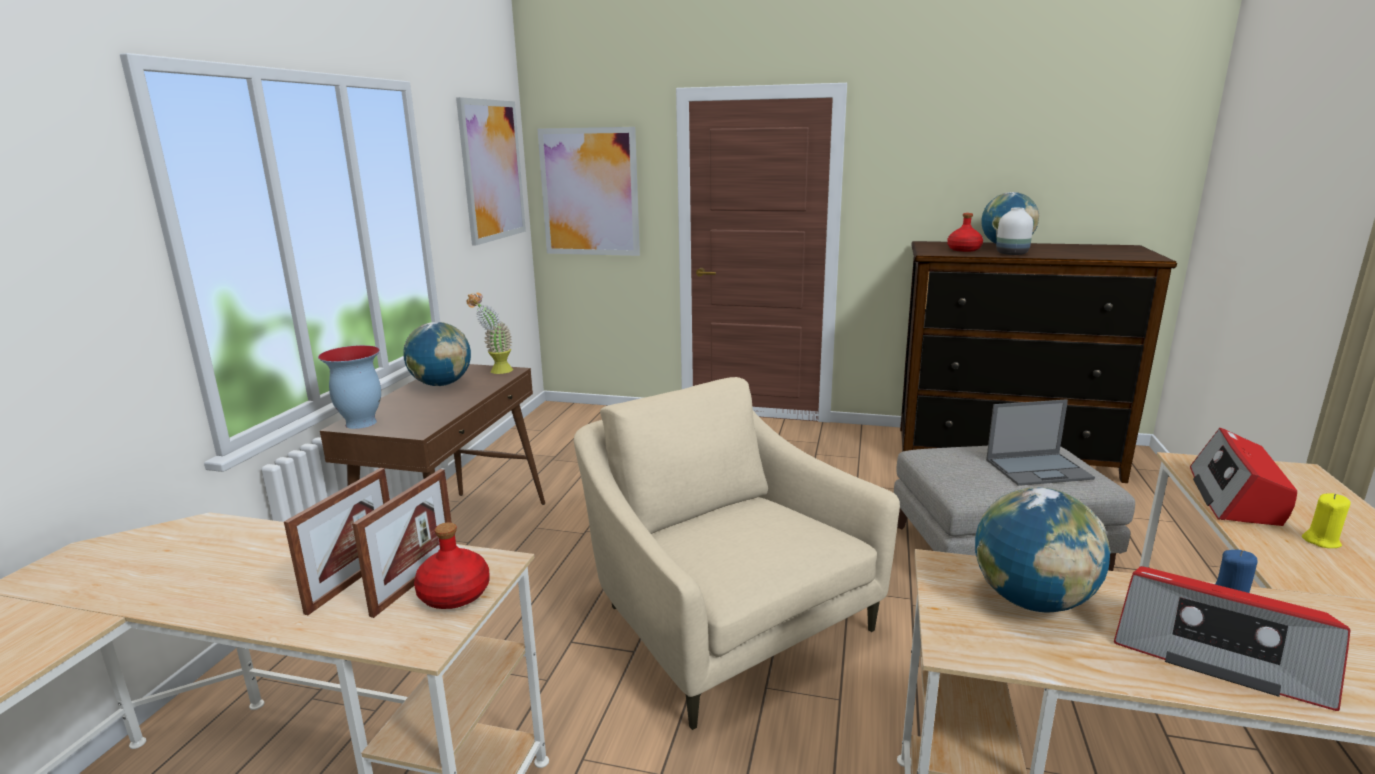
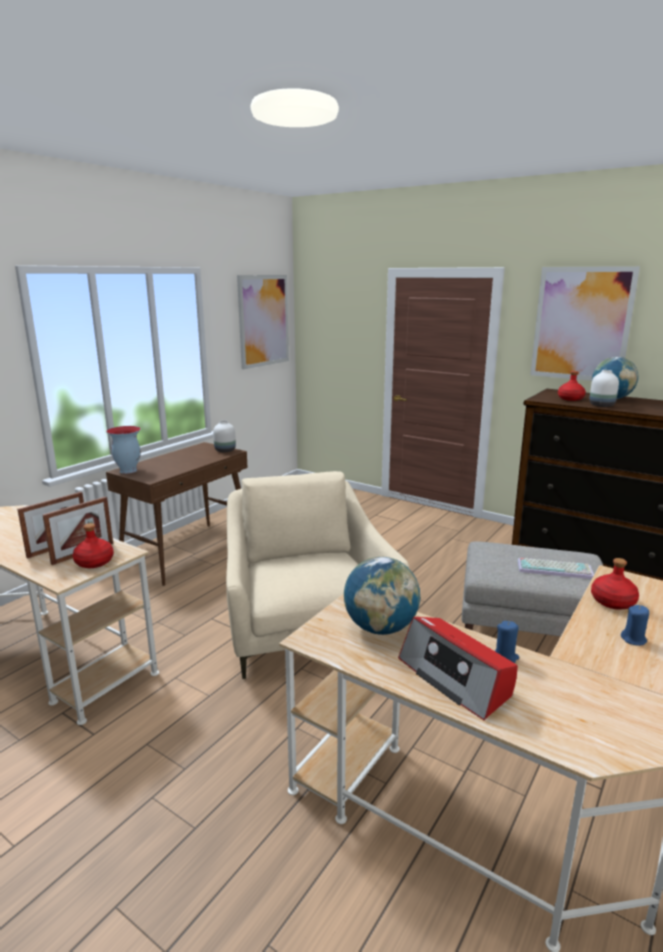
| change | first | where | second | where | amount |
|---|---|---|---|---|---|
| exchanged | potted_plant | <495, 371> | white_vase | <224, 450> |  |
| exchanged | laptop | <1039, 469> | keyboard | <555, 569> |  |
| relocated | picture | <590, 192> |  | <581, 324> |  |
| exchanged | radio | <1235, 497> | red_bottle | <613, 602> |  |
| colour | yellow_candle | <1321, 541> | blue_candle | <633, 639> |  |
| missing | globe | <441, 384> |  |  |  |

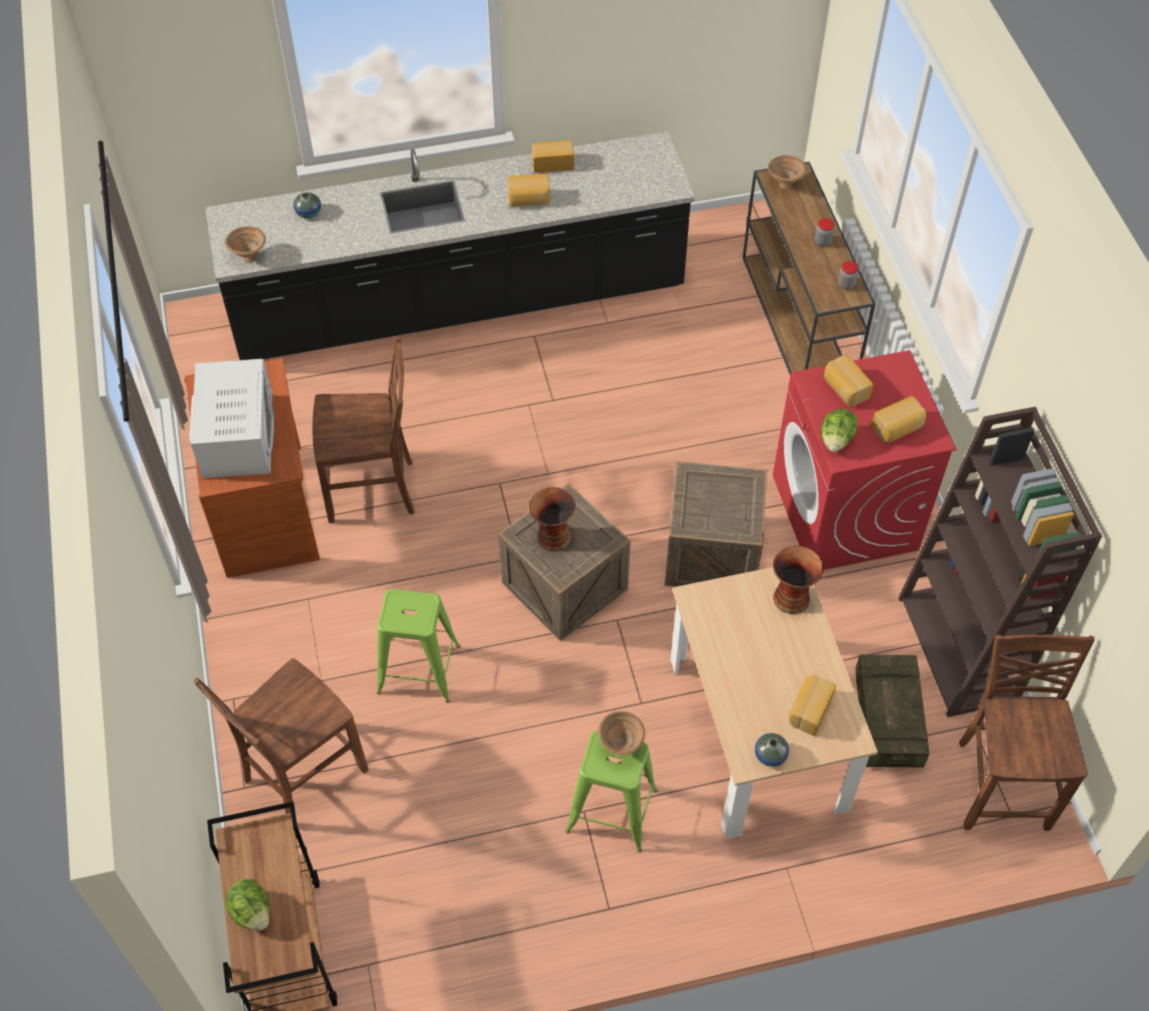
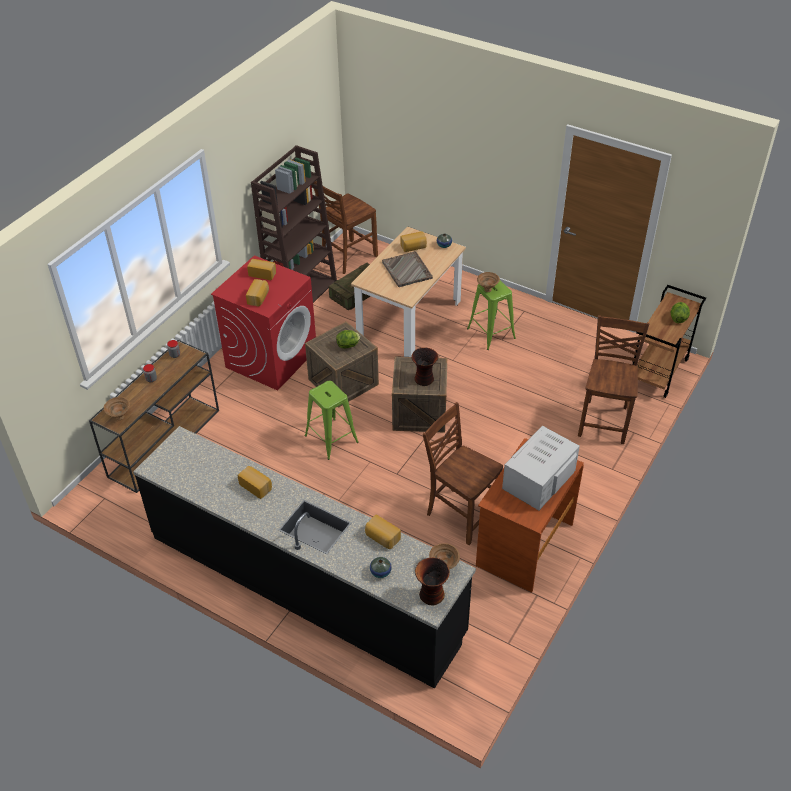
| change | first | where | second | where | amount |
|---|---|---|---|---|---|
| relocated | green_stool | <418, 669> |  | <331, 439> |  |
| relocated | lettuce | <836, 440> |  | <348, 345> |  |
| relocated | bread | <552, 163> |  | <382, 538> |  |
| appeared |  |  | grey_tray | <407, 270> |  |
| relocated | vase | <790, 597> |  | <431, 595> |  |
| spun | brown_chair | <302, 775> |  | <604, 421> | 75 degrees counterclockwise |

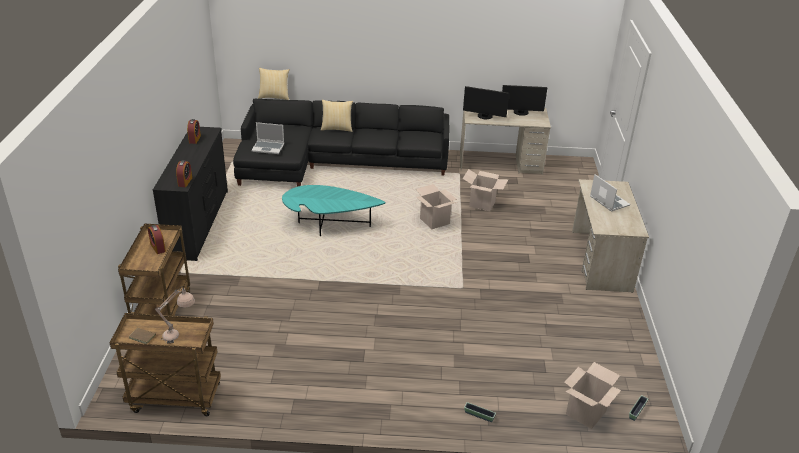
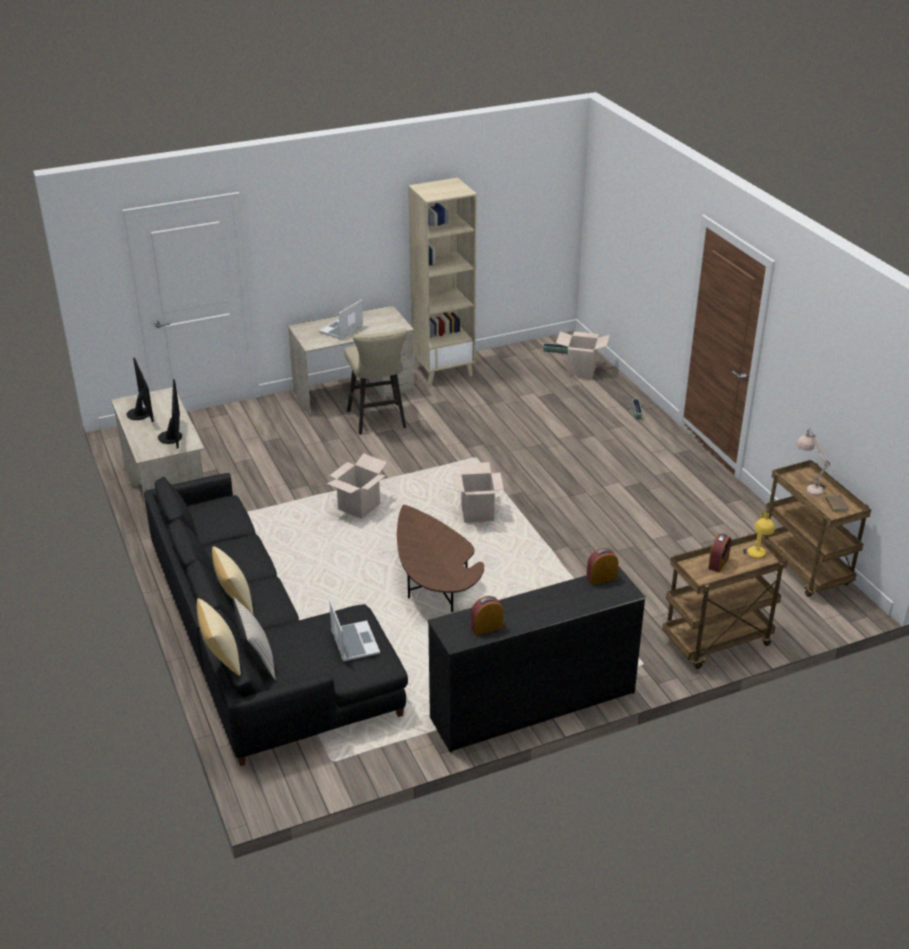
| change | first | where | second | where | amount |
|---|---|---|---|---|---|
| appeared |  |  | beige_pillow | <257, 661> |  |
| appeared |  |  | beige_stool | <378, 421> |  |
| colour | turquoise_coffee_table | <328, 224> | brown_coffee_table | <434, 586> |  |
| appeared |  |  | beige_bookcase | <443, 371> |  |
| relocated | cardboard_box | <482, 204> |  | <477, 513> |  |
| appeared |  |  | yellow_table_lamp | <756, 559> |  |

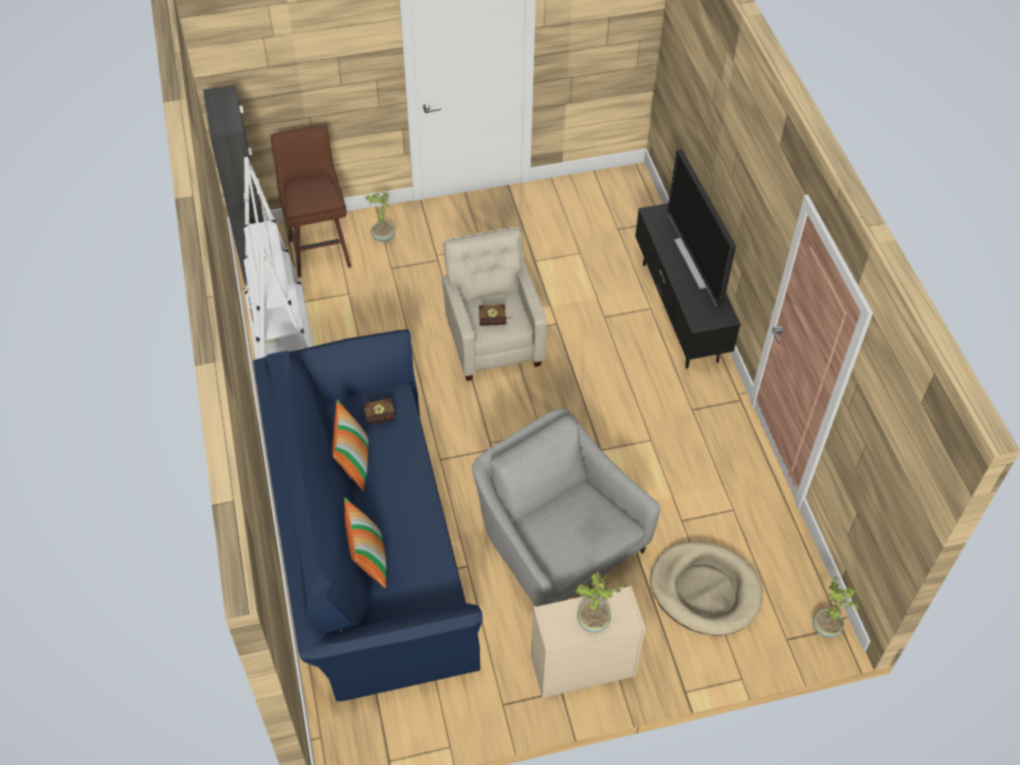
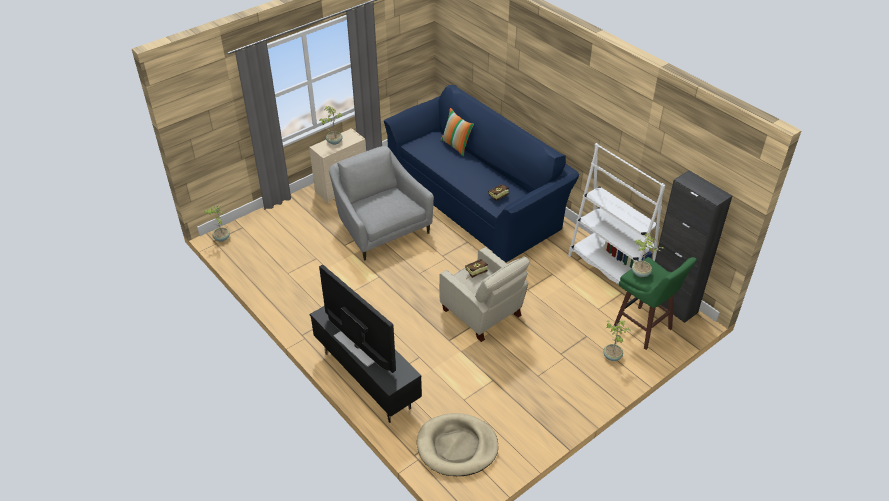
| change | first | where | second | where | amount |
|---|---|---|---|---|---|
| spun | grey_armchair | <557, 543> |  | <380, 227> | 150 degrees counterclockwise |
| relocated | beige_dog_bed | <705, 590> |  | <457, 447> |  |
| colour | brown_stool | <320, 251> | green_stool | <643, 329> |  |
| appeared |  |  | potted_plant | <641, 273> |  |
| missing | pillow | <353, 463> |  |  |  |

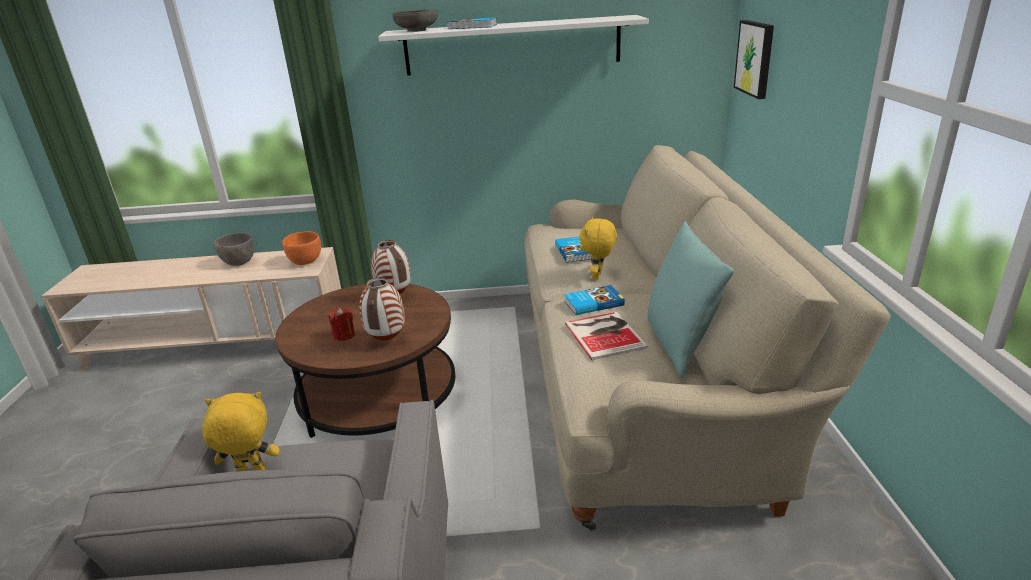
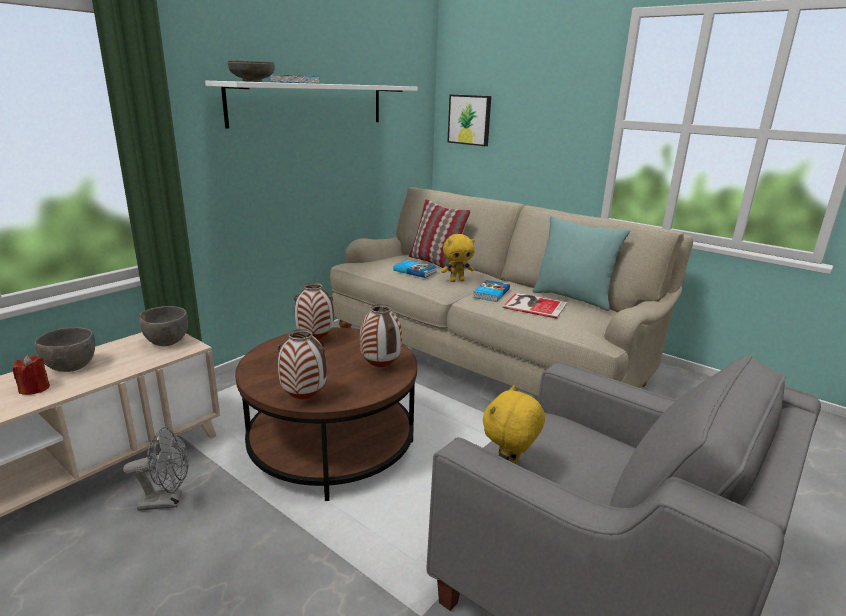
| change | first | where | second | where | amount |
|---|---|---|---|---|---|
| relocated | red_candle | <344, 335> |  | <35, 389> |  |
| appeared |  |  | grey_fan | <167, 501> |  |
| colour | orange_bowl | <305, 261> | grey_bowl | <167, 342> |  |
| appeared |  |  | vase | <305, 398> |  |
| appeared |  |  | pillow | <435, 262> |  |
| spun | yellow_plush_toy | <598, 276> |  | <457, 281> | 75 degrees counterclockwise |

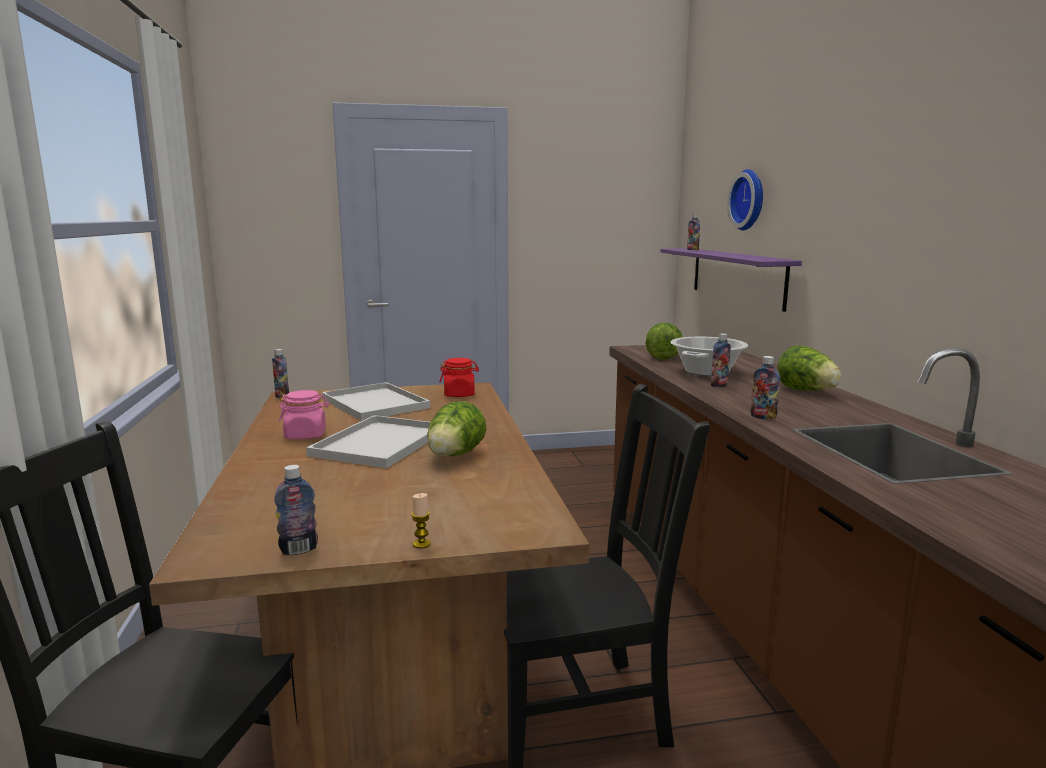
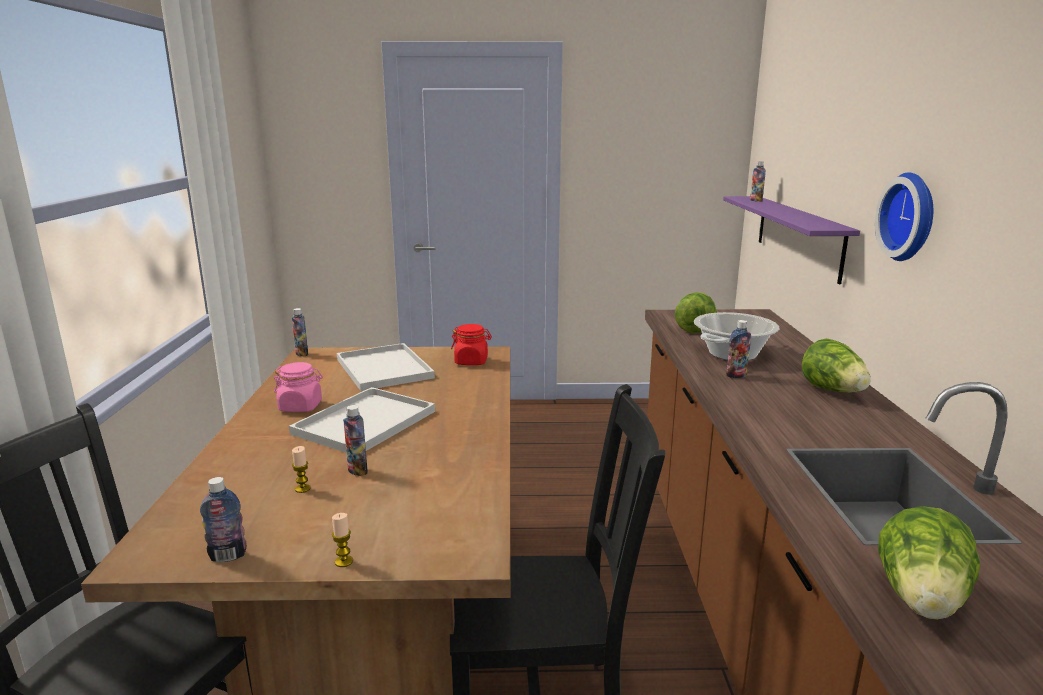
| change | first | where | second | where | amount |
|---|---|---|---|---|---|
| appeared |  |  | candle | <303, 489> |  |
| relocated | bottle | <763, 417> |  | <357, 470> |  |
| relocated | wall_clock | <750, 200> |  | <911, 217> |  |
| relocated | lettuce | <455, 456> |  | <921, 600> |  |

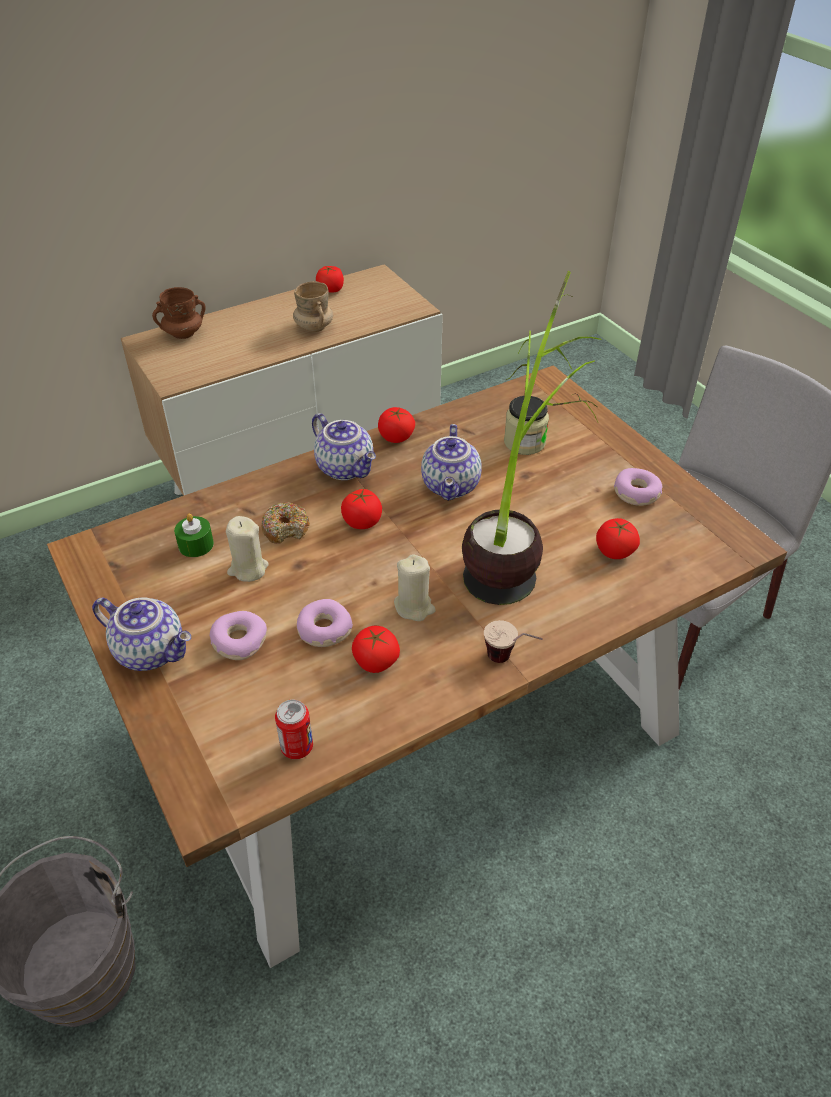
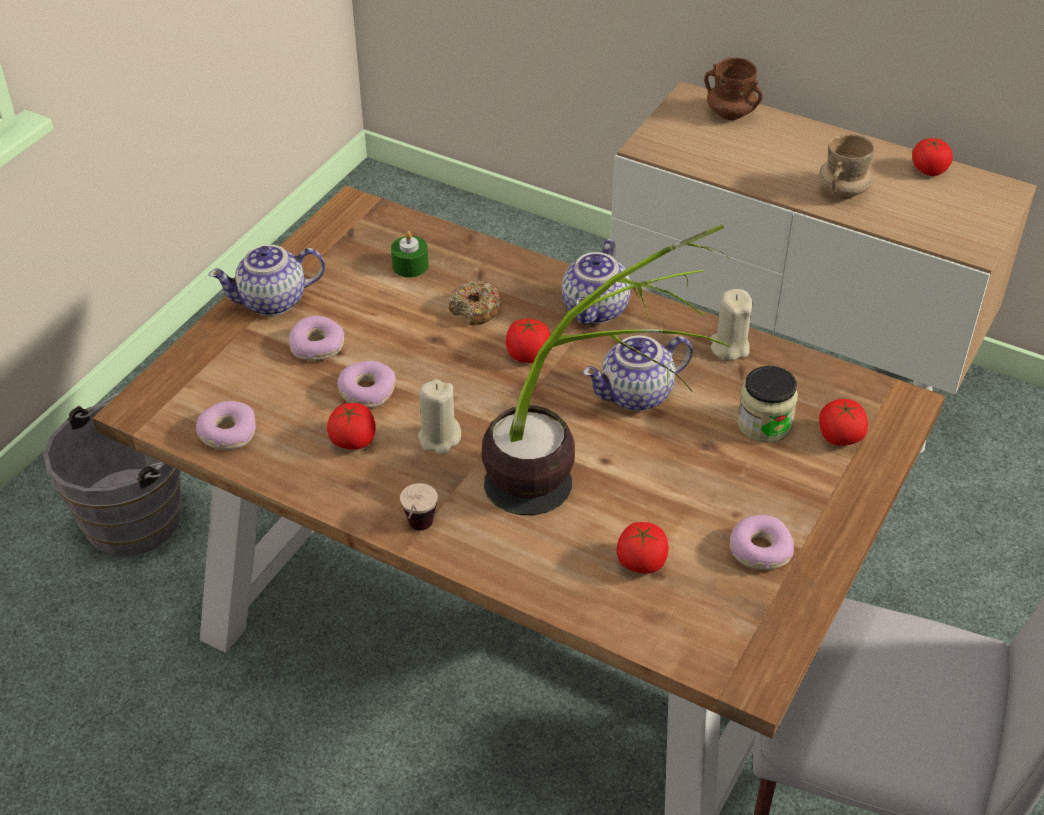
| change | first | where | second | where | amount |
|---|---|---|---|---|---|
| exchanged | can | <297, 747> | donut | <227, 433> |  |
| spun | teapot | <152, 651> |  | <272, 302> | 75 degrees clockwise |
| relocated | beige_candle | <248, 569> |  | <729, 347> |  |
| relocated | tomato | <396, 437> |  | <839, 436> |  |

